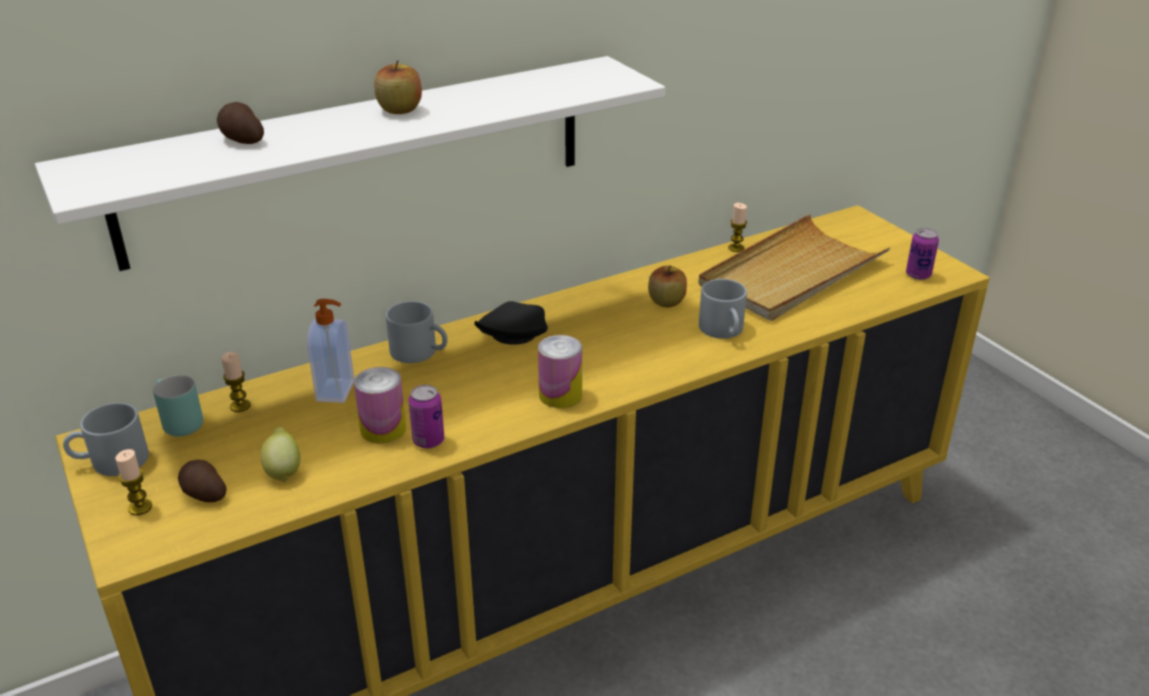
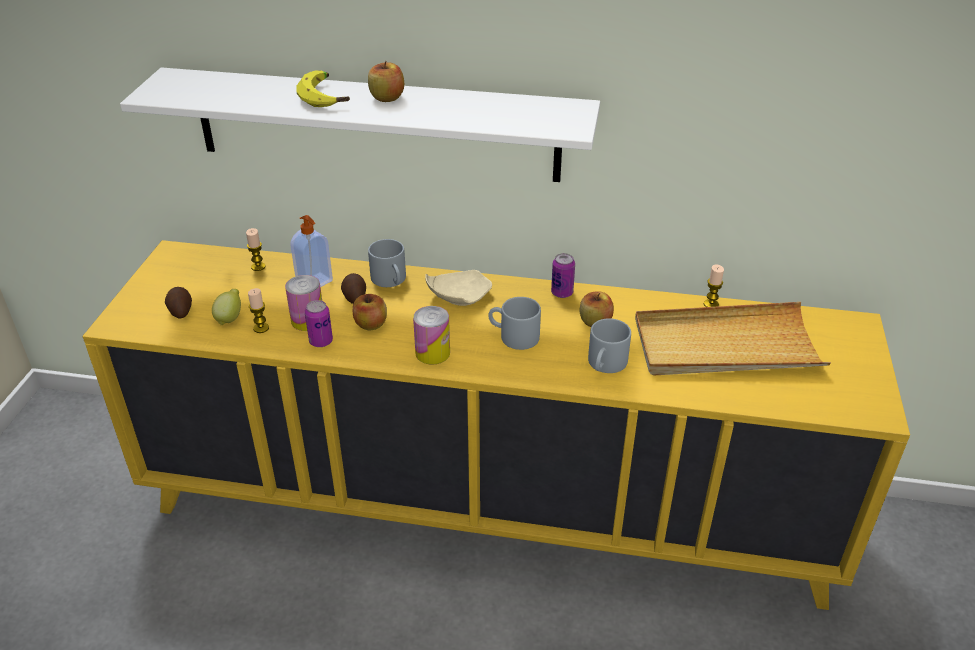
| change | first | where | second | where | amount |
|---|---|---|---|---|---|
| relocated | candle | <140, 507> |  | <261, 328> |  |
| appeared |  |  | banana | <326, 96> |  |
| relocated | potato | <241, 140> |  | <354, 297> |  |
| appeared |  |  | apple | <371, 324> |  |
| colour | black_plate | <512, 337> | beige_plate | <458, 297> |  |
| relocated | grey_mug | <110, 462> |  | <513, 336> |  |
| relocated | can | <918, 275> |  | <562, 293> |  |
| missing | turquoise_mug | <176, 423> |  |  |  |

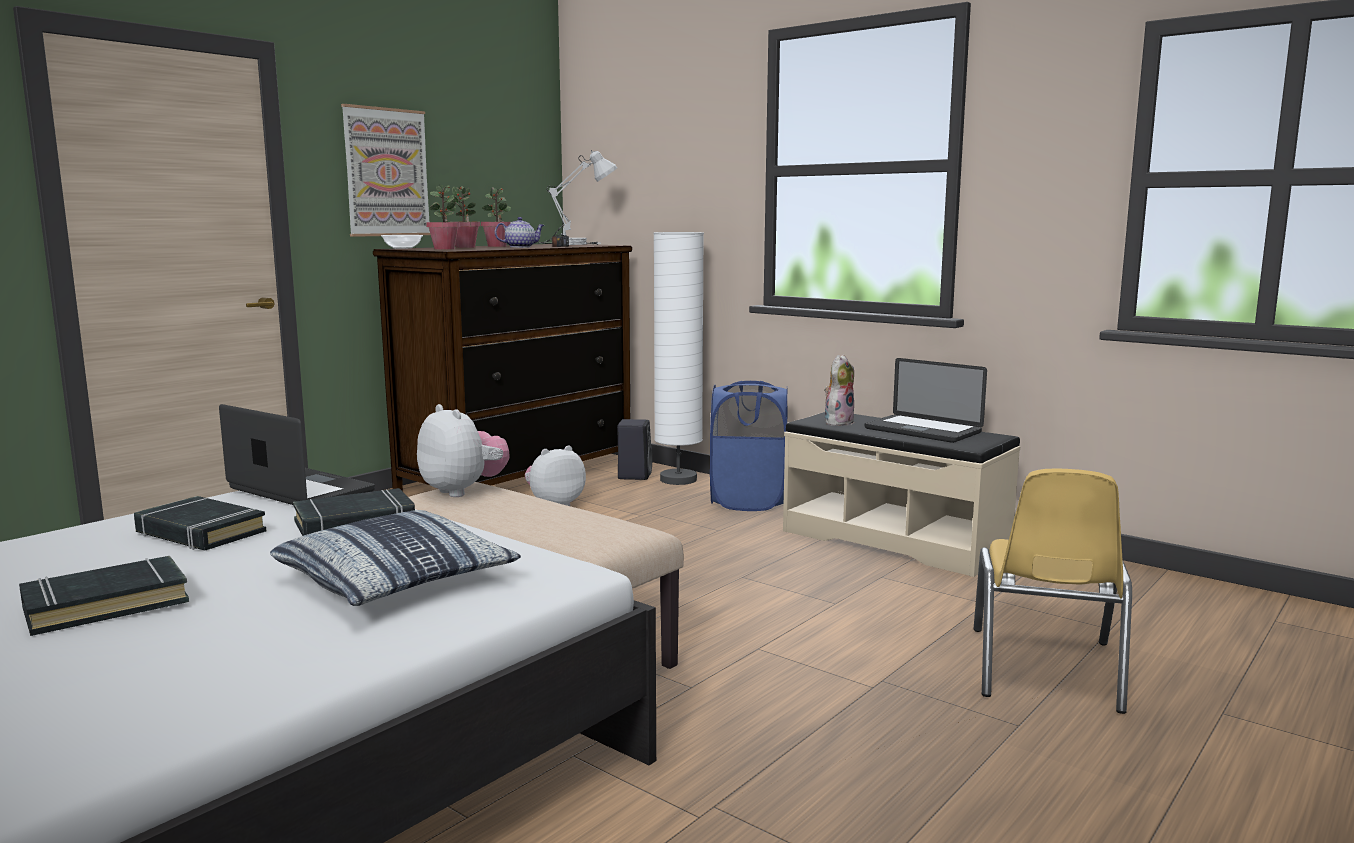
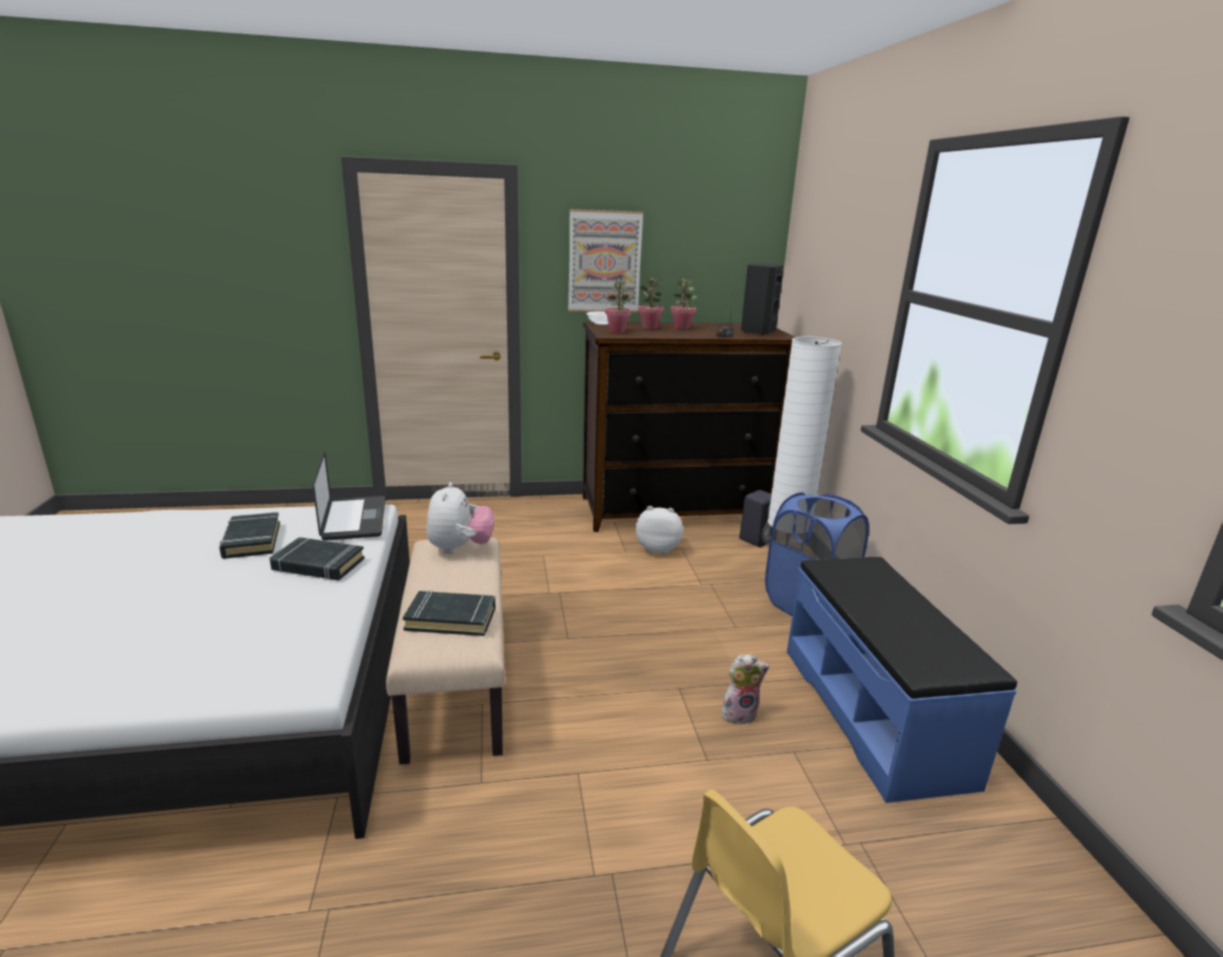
| change | first | where | second | where | amount |
|---|---|---|---|---|---|
| relocated | black_book | <106, 604> |  | <451, 618> |  |
| relocated | plush_toy | <838, 422> |  | <739, 713> |  |
| exchanged | white_table_lamp | <576, 245> | black_speaker | <757, 332> |  |
| colour | beige_bench | <894, 540> | blue_bench | <874, 712> |  |
| missing | pillow | <396, 581> |  |  |  |
| missing | teapot | <520, 247> |  |  |  |
| missing | laptop | <922, 431> |  |  |  |

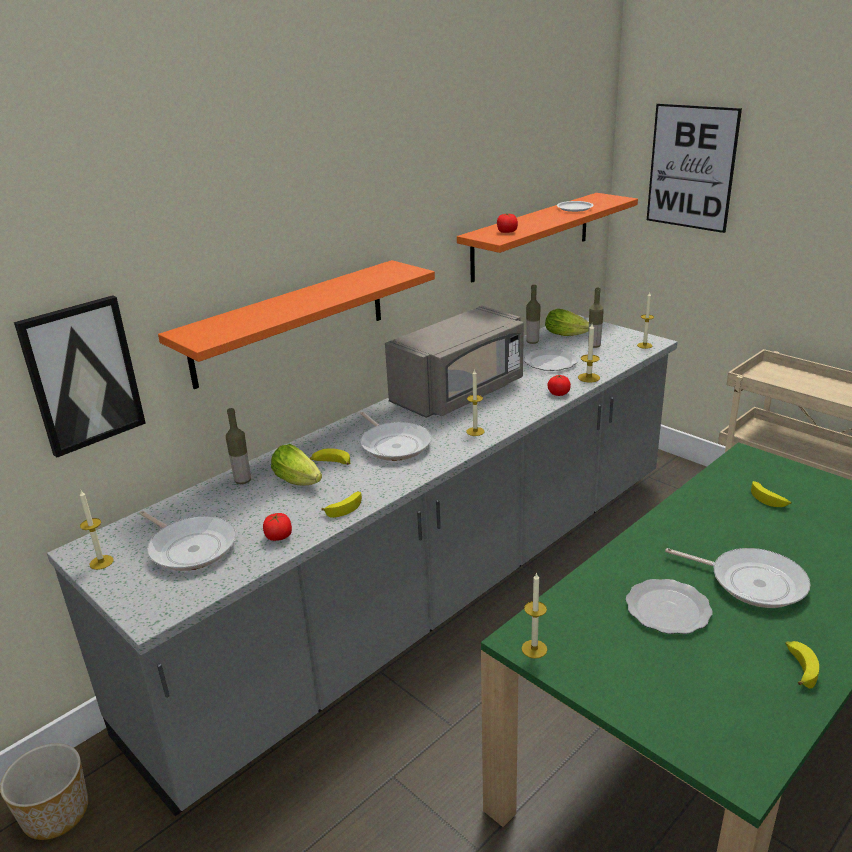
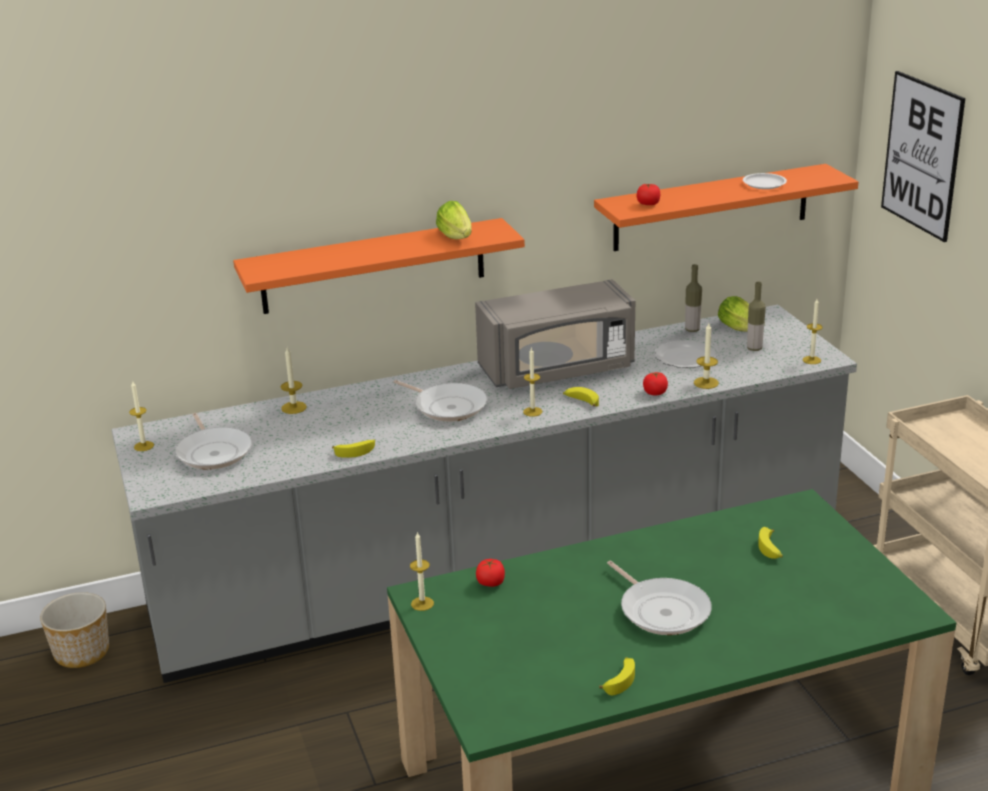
| change | first | where | second | where | amount |
|---|---|---|---|---|---|
| exchanged | bottle | <243, 481> | candle | <294, 407> |  |
| spun | frying_pan | <394, 444> |  | <447, 406> | 45 degrees counterclockwise |
| relocated | lettuce | <299, 481> |  | <457, 237> |  |
| relocated | tomato | <278, 537> |  | <490, 583> |  |
| relocated | banana | <330, 463> |  | <581, 402> |  |
| missing | picture | <82, 375> |  |  |  |
| missing | plate | <668, 608> |  |  |  |

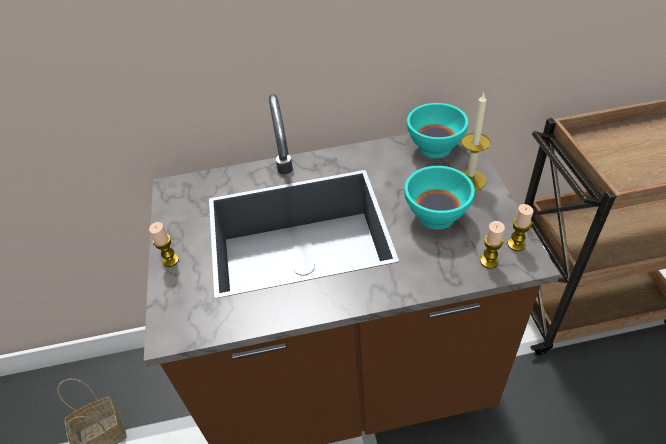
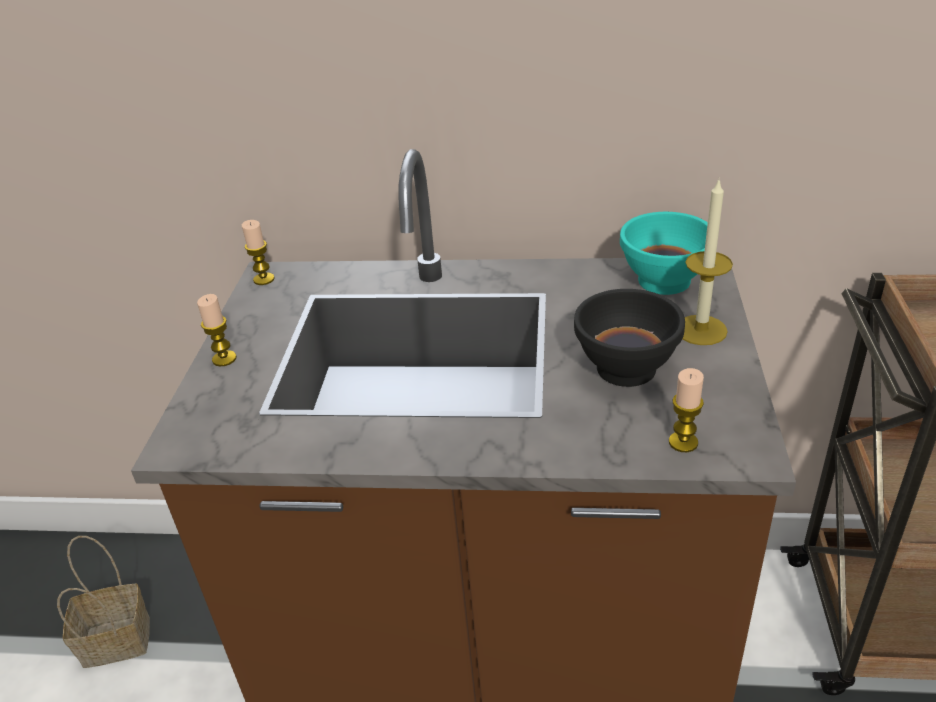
| change | first | where | second | where | amount |
|---|---|---|---|---|---|
| relocated | candle | <516, 244> |  | <264, 279> |  |
| colour | turquoise_bowl | <435, 215> | black_bowl | <625, 367> |  |

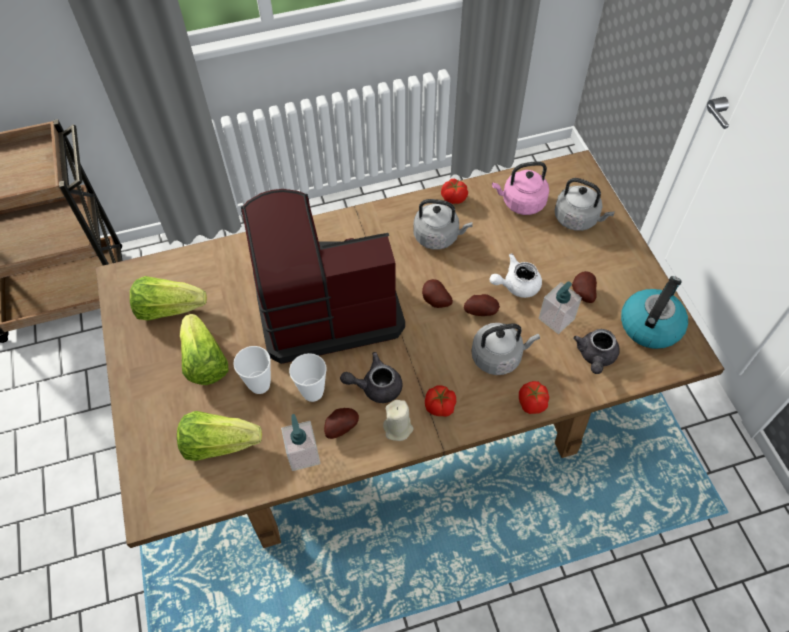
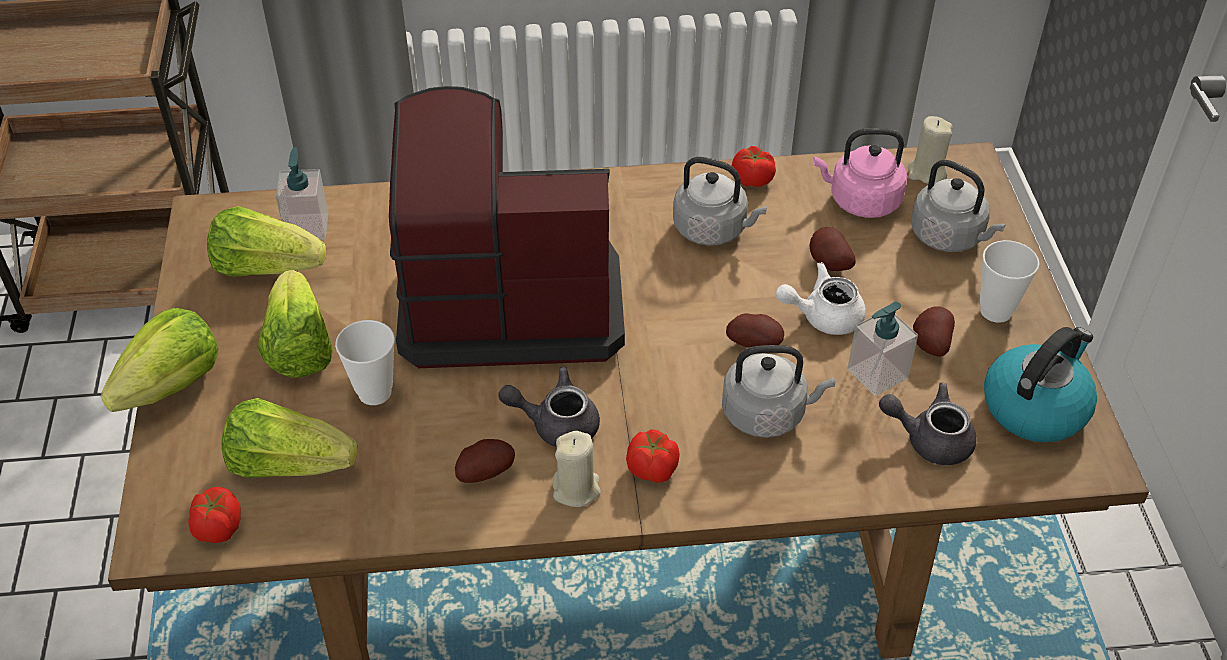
| change | first | where | second | where | amount |
|---|---|---|---|---|---|
| appeared |  |  | lettuce | <173, 385> |  |
| relocated | tomato | <531, 404> |  | <218, 528> |  |
| relocated | soap_dispenser | <303, 454> |  | <307, 227> |  |
| relocated | potato | <435, 302> |  | <828, 264> |  |
| spun | grey_teapot | <595, 357> |  | <929, 439> | 75 degrees clockwise |
| appeared |  |  | beige_candle | <926, 172> |  |
| relocated | cup | <313, 392> |  | <996, 311> |  |

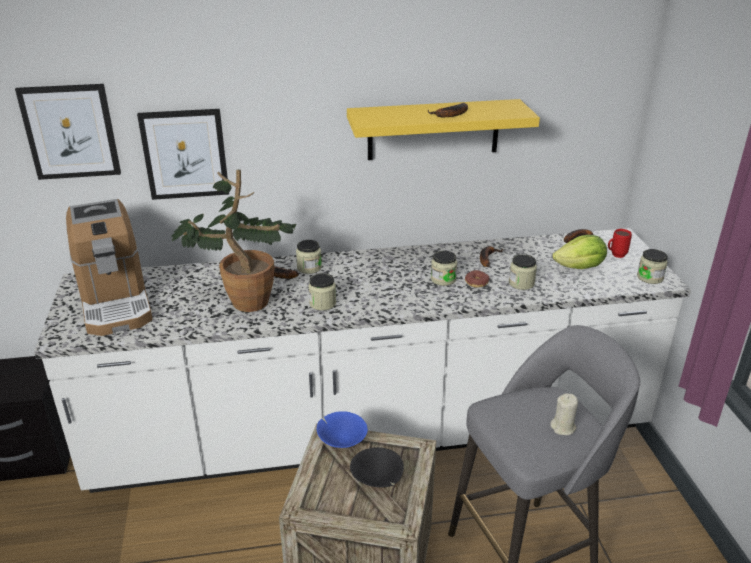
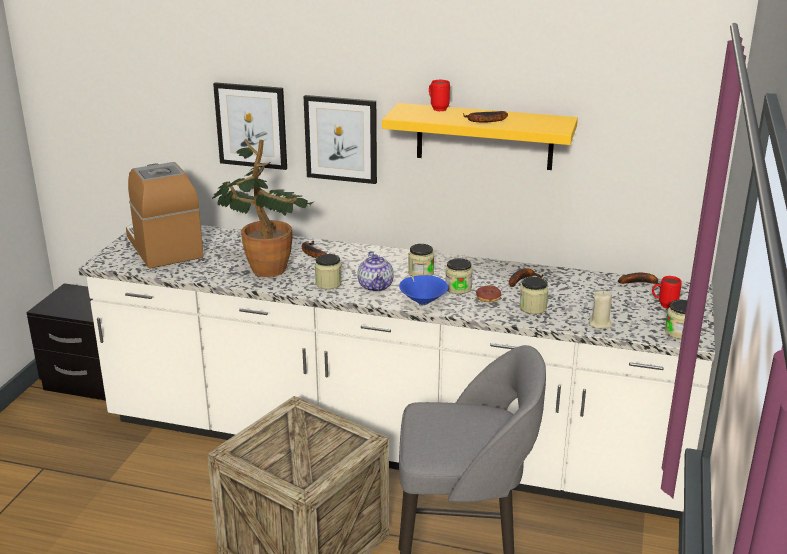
| change | first | where | second | where | amount |
|---|---|---|---|---|---|
| spun | coffee_machine | <115, 302> |  | <164, 246> | 150 degrees clockwise |
| relocated | picture | <70, 131> |  | <341, 139> |  |
| appeared |  |  | teapot | <376, 286> |  |
| relocated | blue_bowl | <341, 442> |  | <422, 302> |  |
| relocated | jar | <309, 268> |  | <421, 273> |  |
| appeared |  |  | red_mug | <437, 108> |  |
| relocated | beige_candle | <563, 427> |  | <600, 324> |  |
| missing | black_bowl | <377, 481> |  |  |  |
| missing | lettuce | <580, 267> |  |  |  |

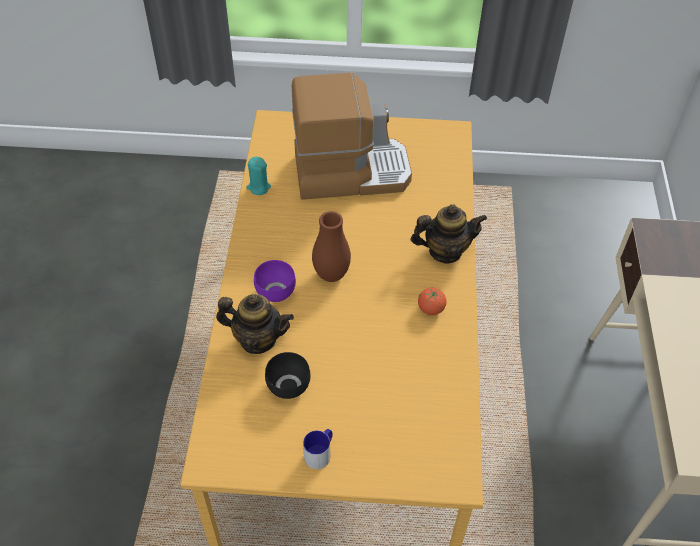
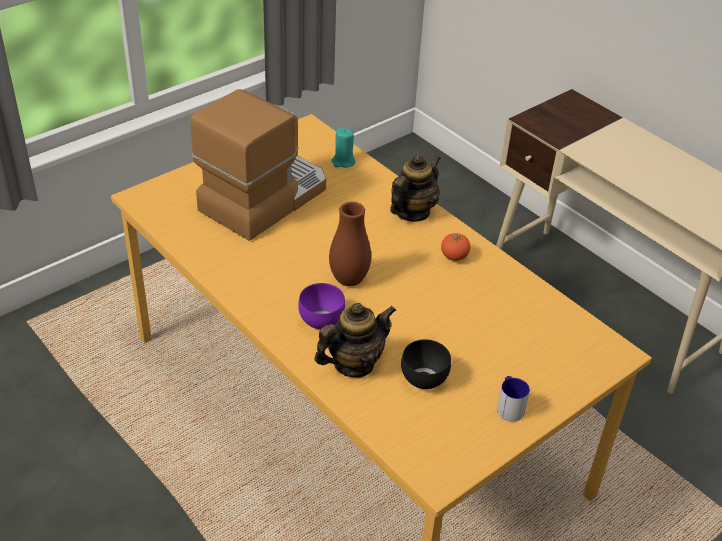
| change | first | where | second | where | amount |
|---|---|---|---|---|---|
| relocated | turquoise_candle | <258, 187> |  | <343, 162> |  |

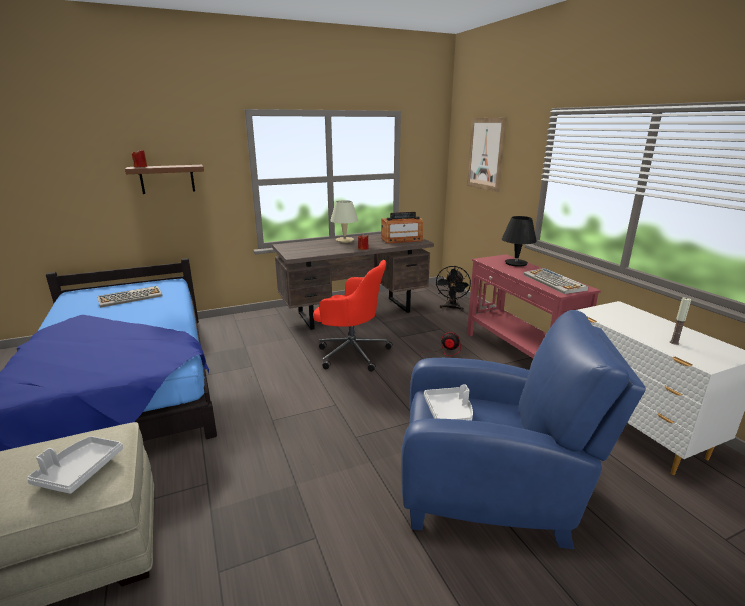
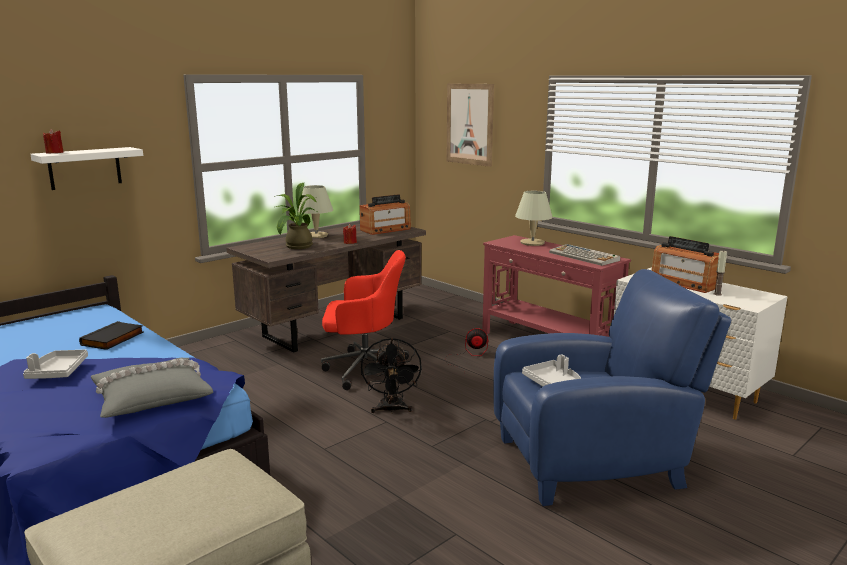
| change | first | where | second | where | amount |
|---|---|---|---|---|---|
| relocated | grey_tray | <79, 471> |  | <57, 372> |  |
| colour | brown_shelf | <167, 179> | white_shelf | <85, 168> |  |
| appeared |  |  | black_book | <113, 339> |  |
| appeared |  |  | grey_pillow | <151, 396> |  |
| appeared |  |  | potted_plant | <297, 247> |  |
| relocated | black_fan | <451, 308> |  | <391, 410> |  |
| colour | black_table_lamp | <515, 263> | beige_table_lamp | <532, 243> |  |
| appeared |  |  | radio | <684, 283> |  |
| missing | keyboard | <131, 297> |  |  |  |

